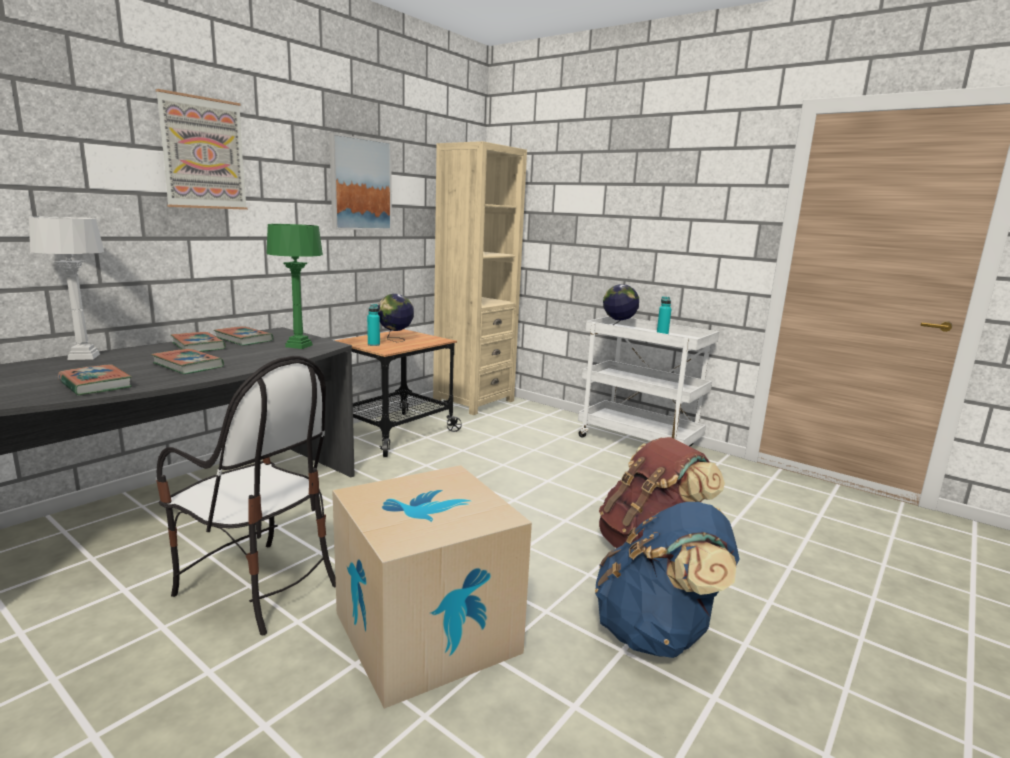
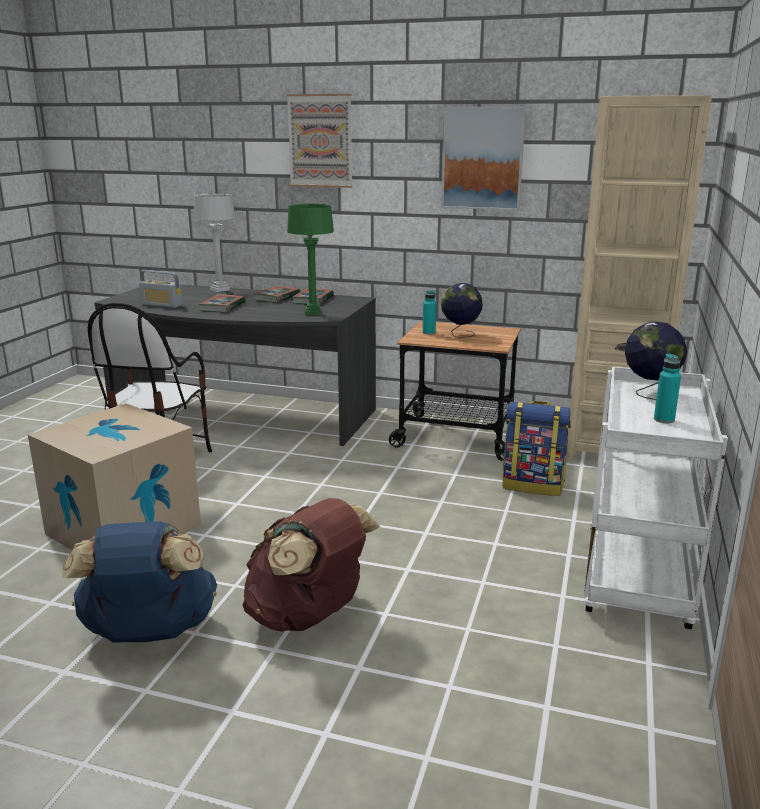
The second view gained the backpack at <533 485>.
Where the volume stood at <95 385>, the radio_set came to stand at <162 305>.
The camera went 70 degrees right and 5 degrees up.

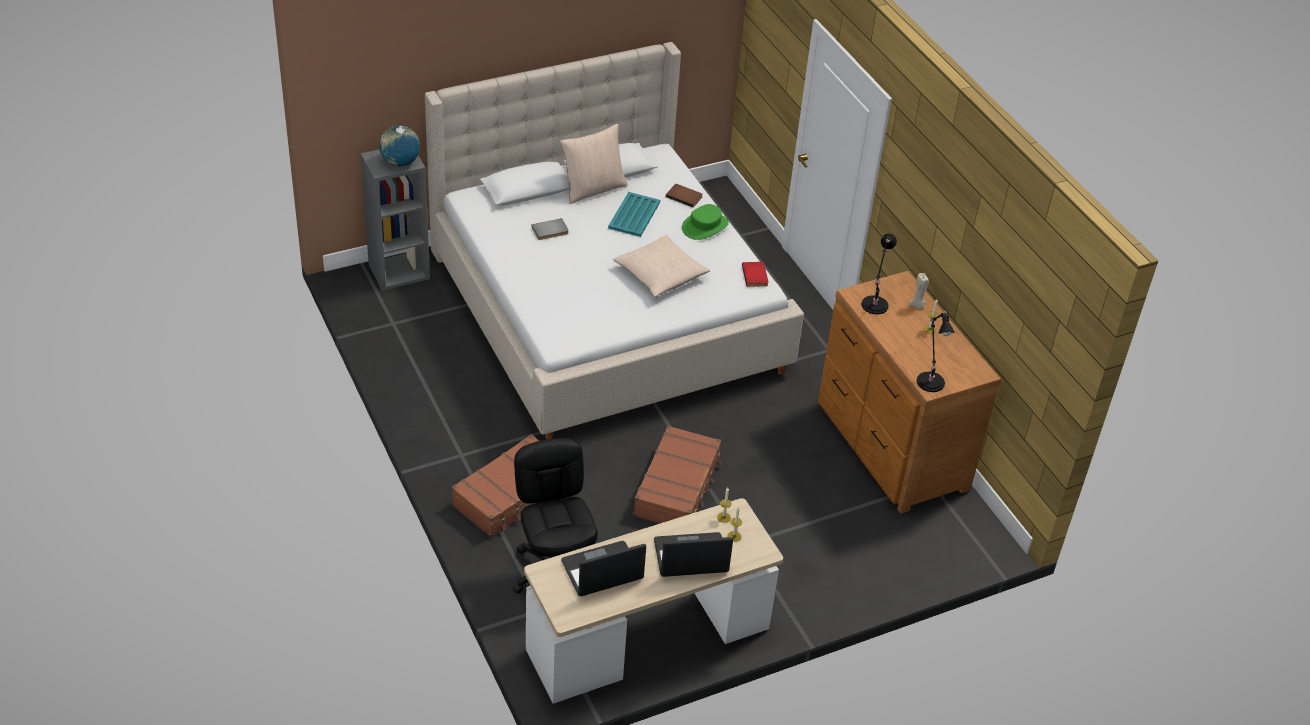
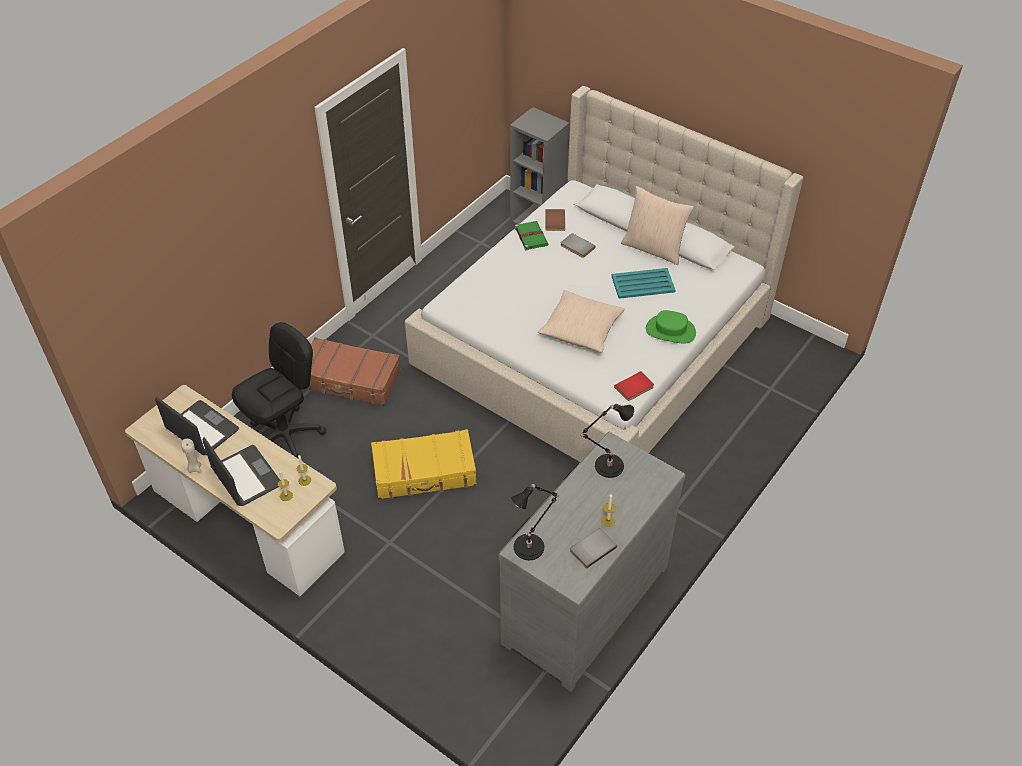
The second view lost the world_globe at <400 162>.
The second view gained the green_volume at <531 236>.
The second view gained the gray_volume at <592 548>.
The brown-coloured_volume ended up elsewhere, having gone from <684 196> to <556 221>.
The sand-coloured_wax_light ended up elsewhere, having gone from <917 305> to <194 468>.
What was the brown-coloured_suitcase at <678 487> turned into the yellowish_suitcase at <424 472>.
What was the brown-coloured_drawer_chest at <889 446> turned into the gray_drawer_chest at <582 603>.
The camera went 65 degrees right and 5 degrees up.

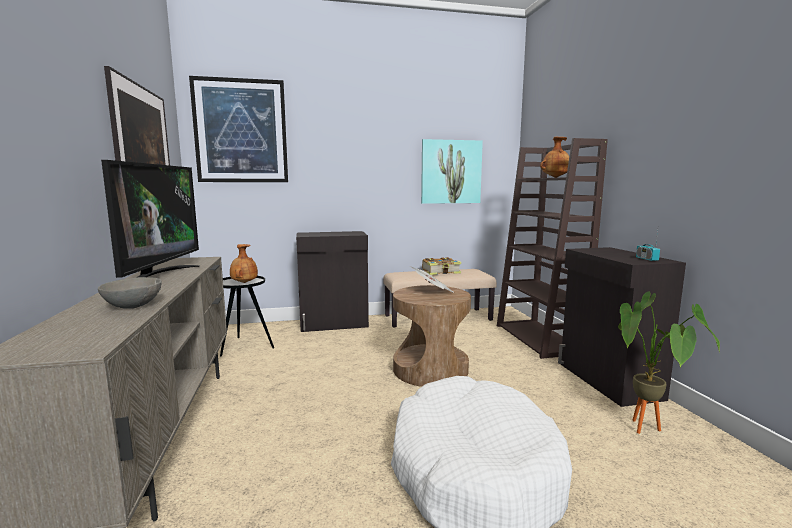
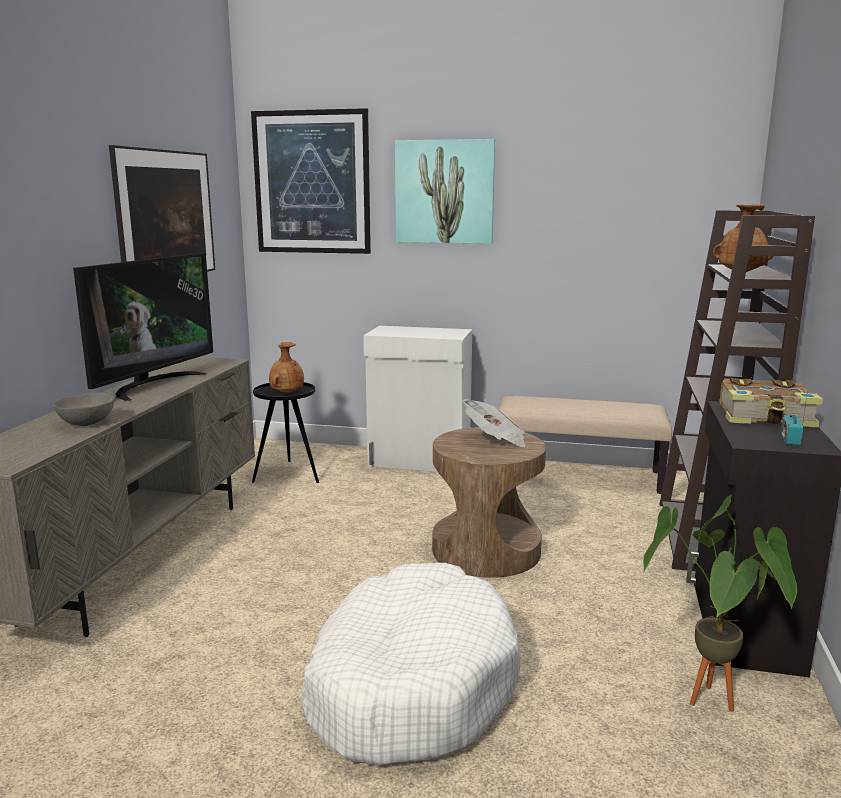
The wall_picture ended up elsewhere, having gone from <451 172> to <444 192>.
The volume ended up elsewhere, having gone from <441 272> to <766 417>.
What was the blackish_cupboard at <334 324> turned into the white-coloured_cupboard at <419 461>.
The camera went 25 degrees right and 5 degrees up.

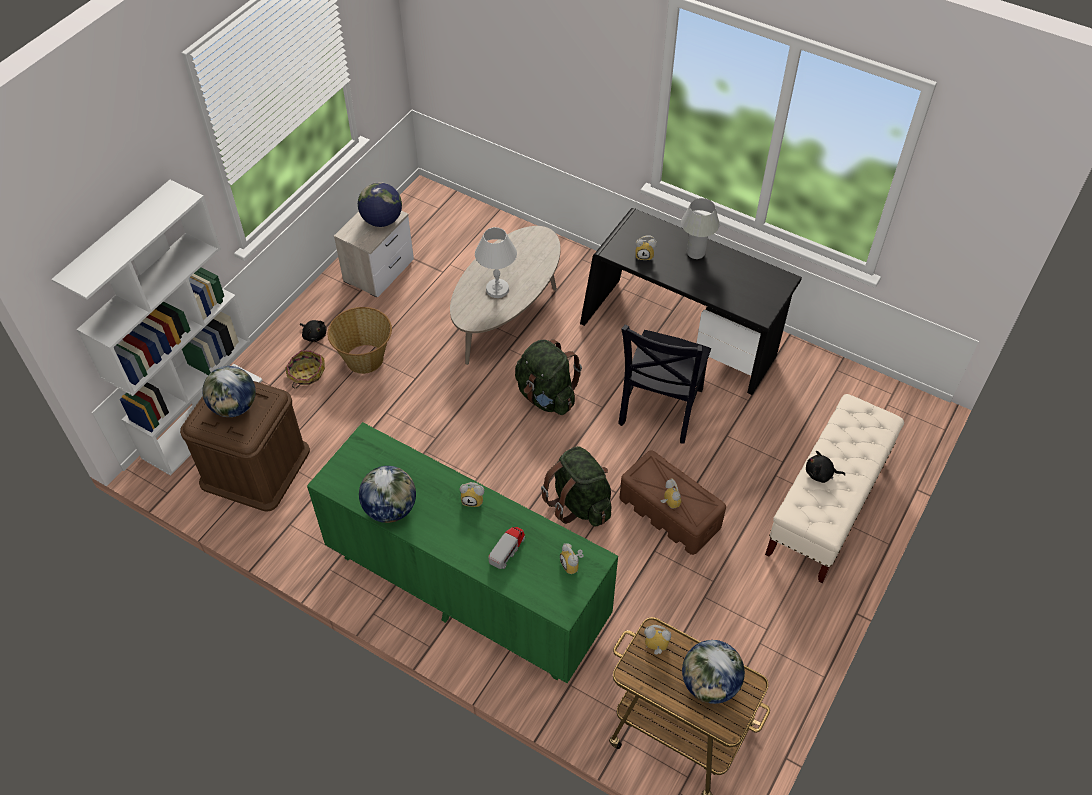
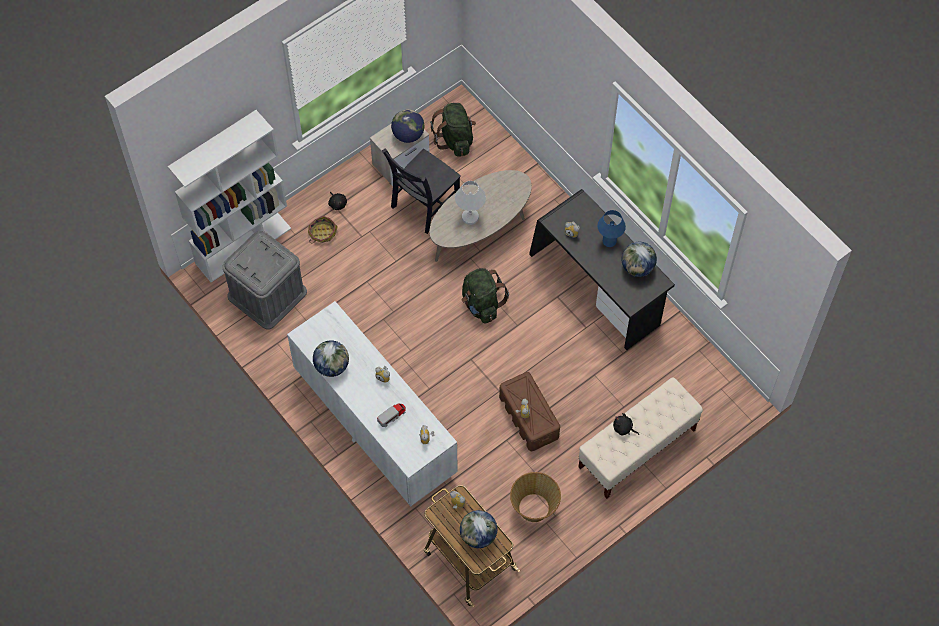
The world_globe ended up elsewhere, having gone from <235 407> to <637 267>.
The storage_basket ended up elsewhere, having gone from <365 359> to <534 508>.
The green_backpack ended up elsewhere, having gone from <579 503> to <455 139>.
The blackish_chair ended up elsewhere, having gone from <659 409> to <423 205>.
What was the brown-coloured_storage_container at <255 467> turned into the gray_storage_container at <267 294>.
What was the green_drawer_chest at <466 589> turned into the white-coloured_drawer_chest at <374 424>.
What was the white-coloured_tabletop_lamp at <695 253> turned into the bluish_tabletop_lamp at <609 241>.
The camera went 20 degrees right and 10 degrees up.

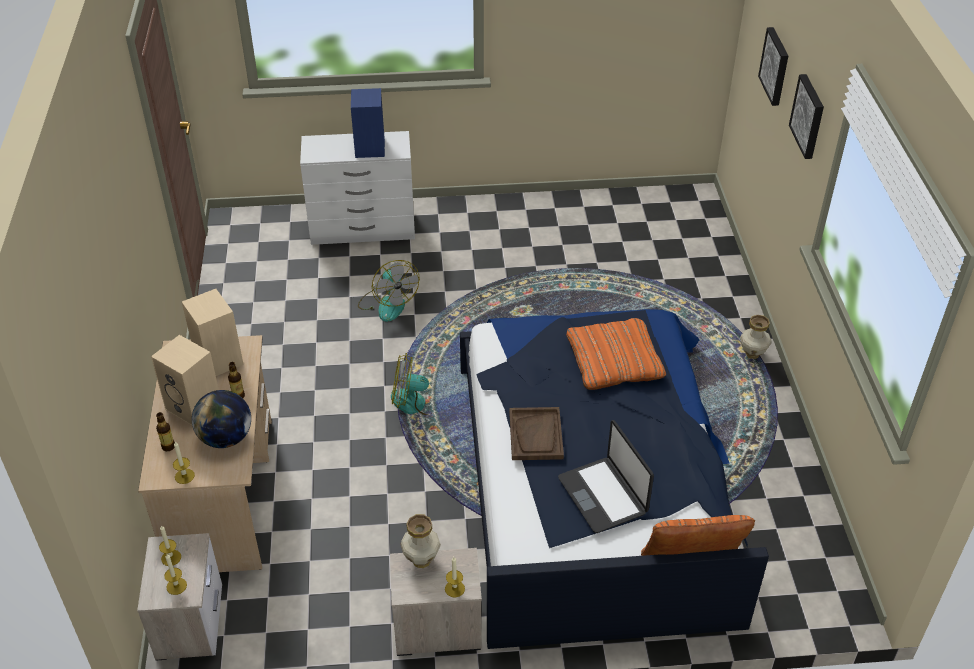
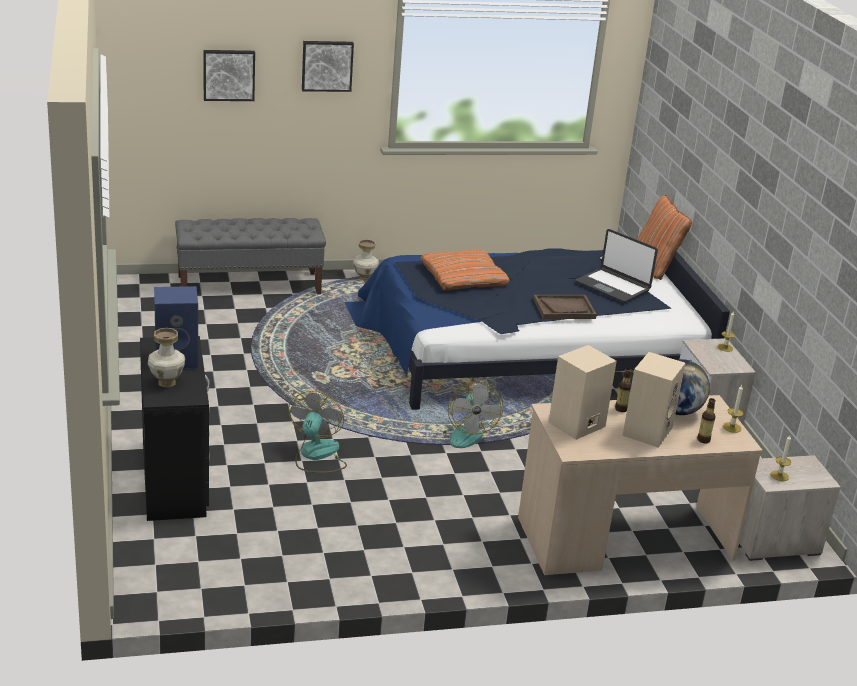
The second view lost the wax_light at <176 586>.
The second view gained the gray_indoor_bench at <249 285>.
The decorative_vase ended up elsewhere, having gone from <422 560> to <166 382>.
What was the white-coloured_drawer_chest at <363 229> turned into the blackish_drawer_chest at <175 479>.
The fan at <387 303> ended up facing another way, 45 degrees counterclockwise from before.
The notebook_computer at <603 495> ended up facing another way, 75 degrees clockwise from before.
The camera went 100 degrees left and 15 degrees down.

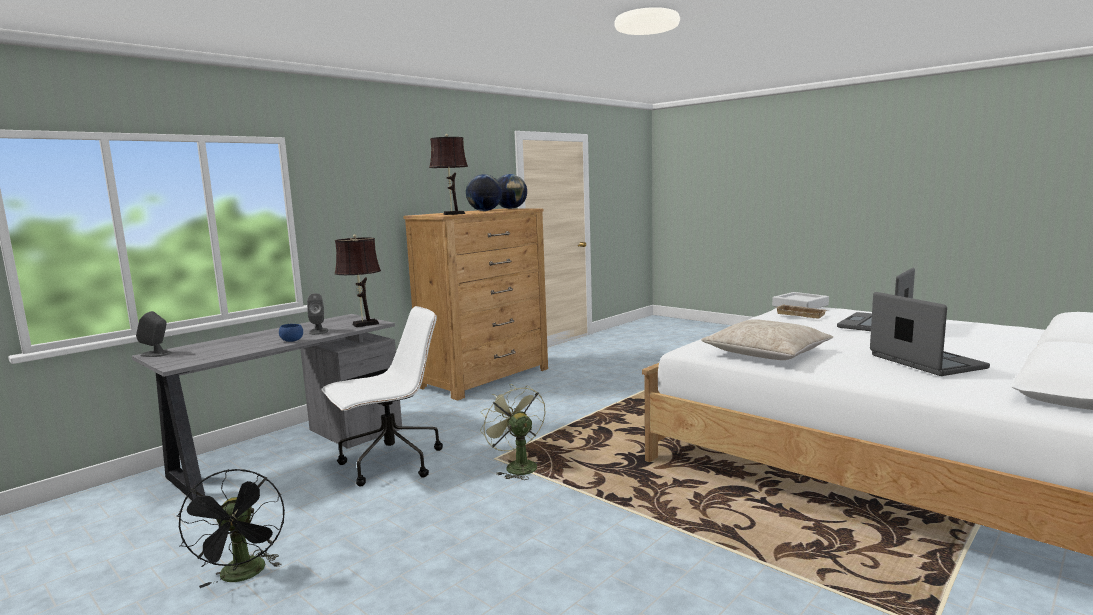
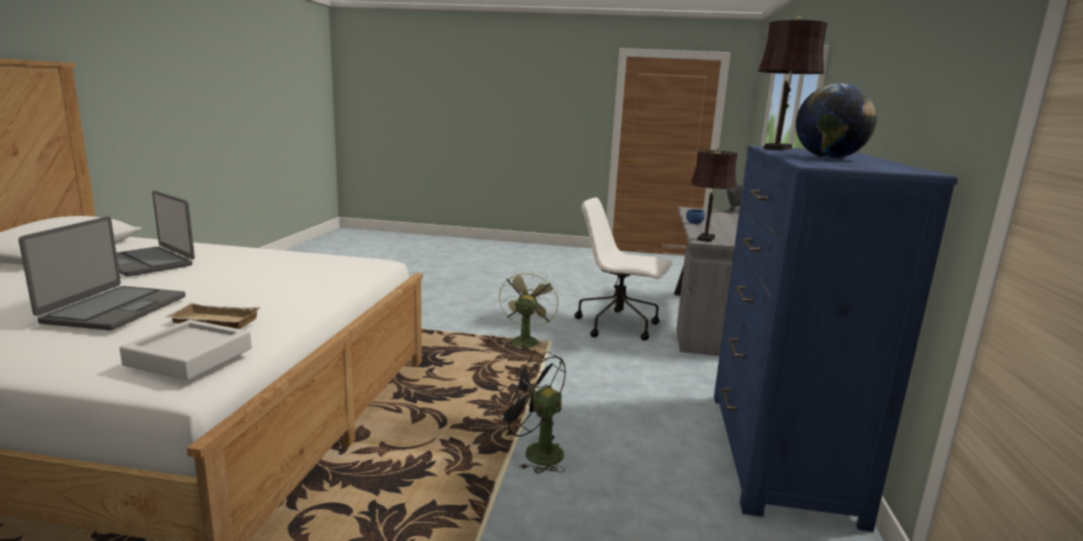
The second view lost the gray_loudspeaker at <318 331>.
The second view lost the world_globe at <511 208>.
The second view lost the sand-coloured_pillow at <766 353>.
The blackish_fan ended up elsewhere, having gone from <244 576> to <535 452>.
What was the brown-coloured_drawer_chest at <486 378> turned into the bluish_drawer_chest at <778 452>.
The white-coloured_desk_chair at <390 464> ended up facing another way, 90 degrees clockwise from before.
The green_fan at <516 466> ended up facing another way, 105 degrees counterclockwise from before.
The camera went 145 degrees right and 5 degrees up.

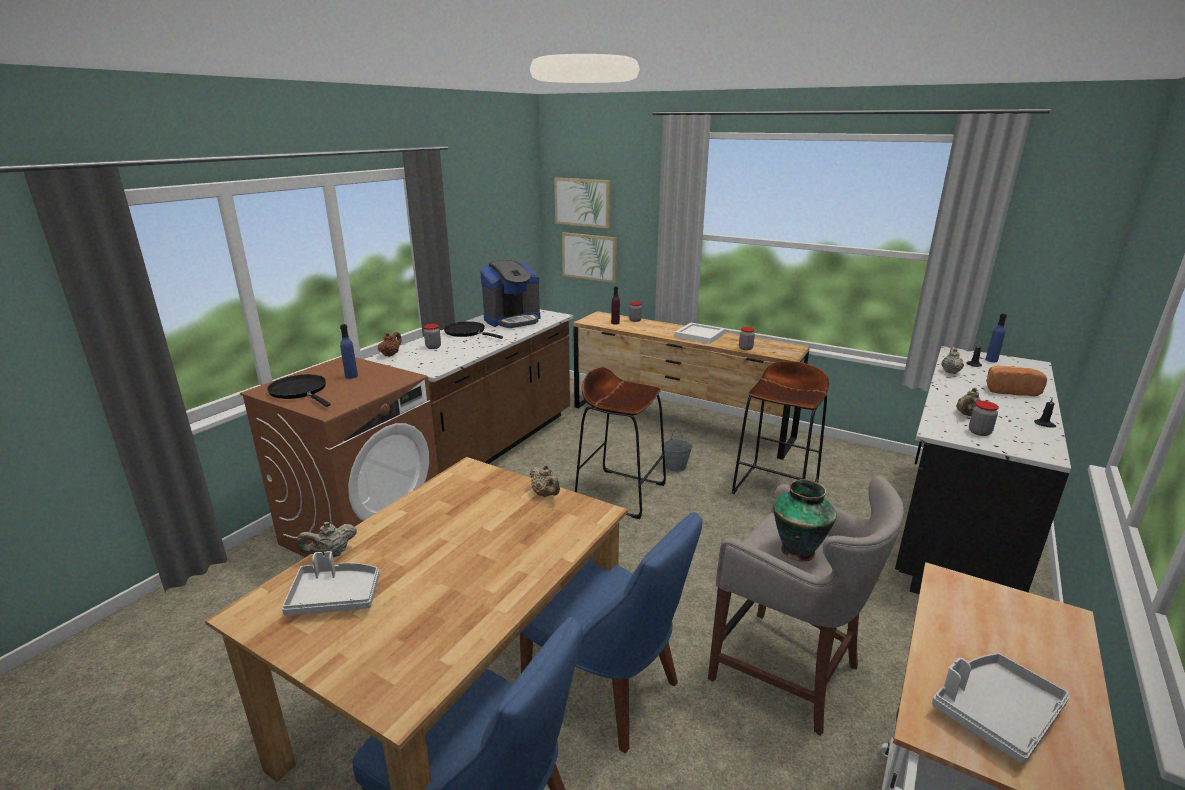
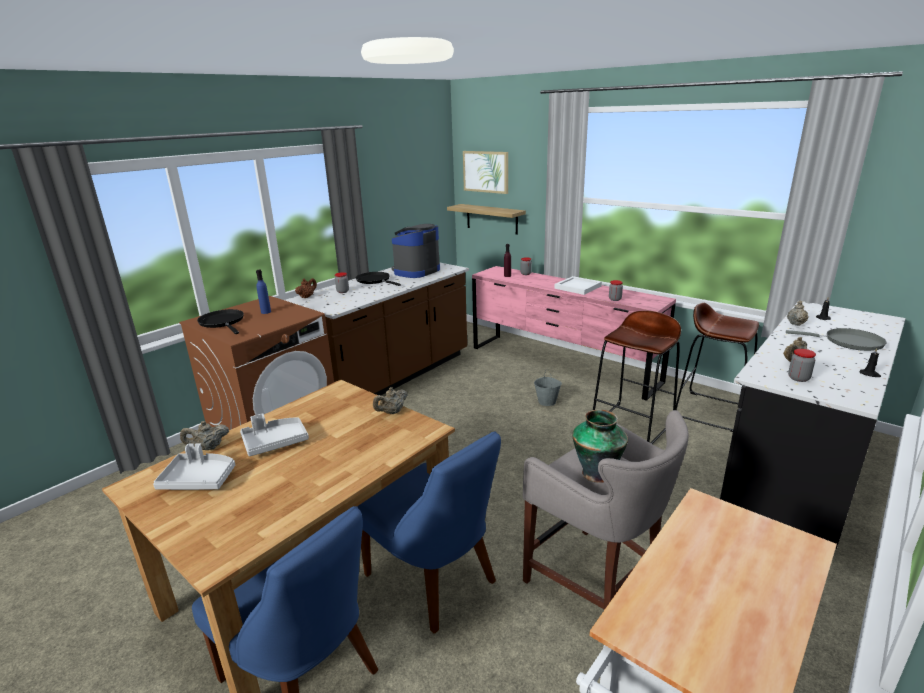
The second view lost the bluish_bottle at <991 360>.
The brown-coloured_sitting_stool ended up elsewhere, having gone from <620 493> to <712 411>.
The gray_tray ended up elsewhere, having gone from <995 713> to <275 442>.
Where the wall_picture hung at <589 257>, the wall_shelf came to hang at <492 219>.
Where the bread stood at <1010 390>, the gray_pan came to stand at <849 342>.
What was the brown-coloured_drawer_chest at <679 422> turned into the pink_drawer_chest at <561 364>.
The coffee_brewer at <512 320> ended up facing another way, 150 degrees clockwise from before.
The sand-coloured_pot_for_tea at <546 494> ended up facing another way, 75 degrees clockwise from before.
The camera went 10 degrees right and 0 degrees up.

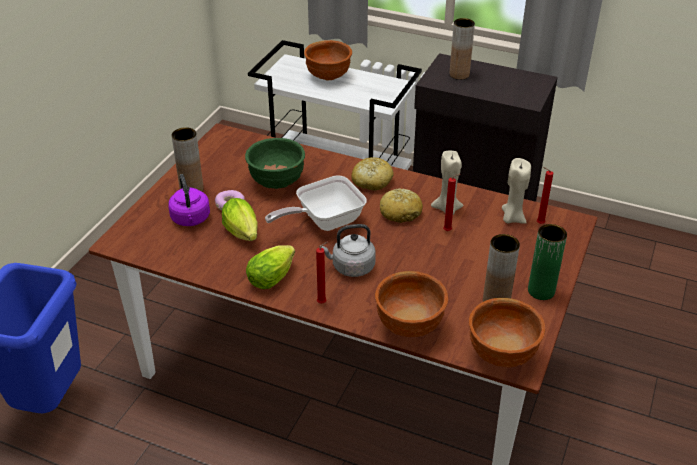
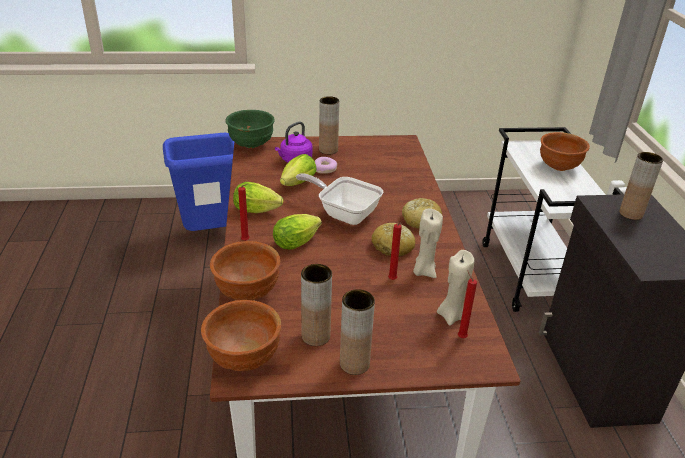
The green_serving_bowl ended up elsewhere, having gone from <276 182> to <252 145>.
Where the gray_water_kettle stood at <351 267>, the head_of_lettuce came to stand at <298 242>.
What was the green_decorative_vase at <541 291> turned into the brown-coloured_decorative_vase at <354 364>.
The camera went 60 degrees right and 5 degrees down.

